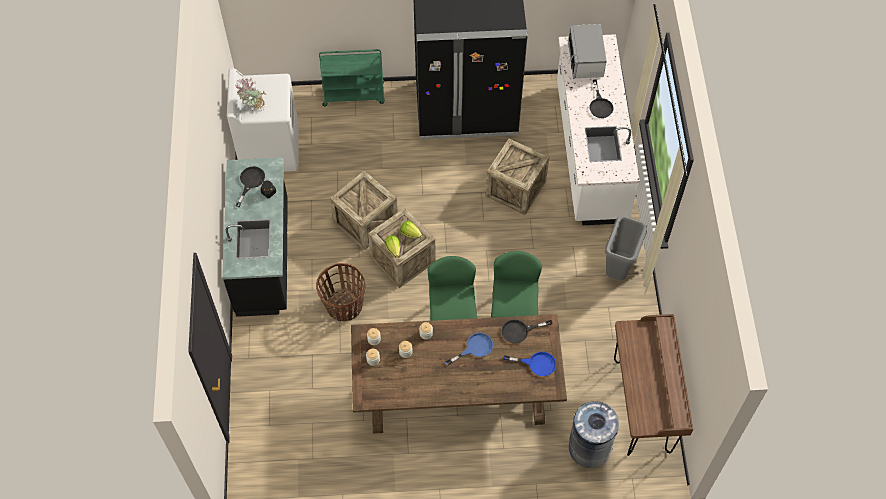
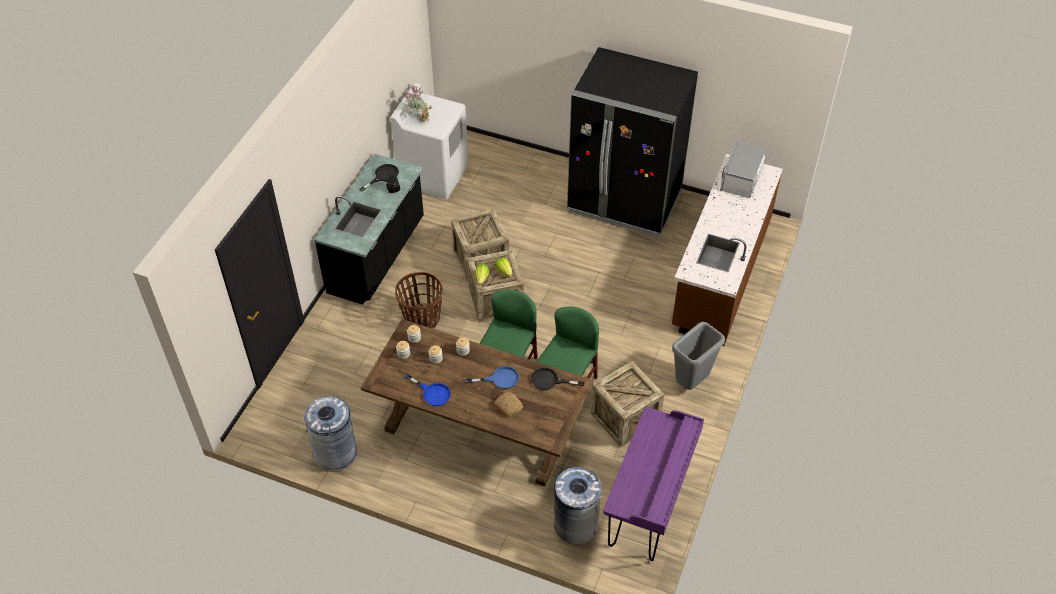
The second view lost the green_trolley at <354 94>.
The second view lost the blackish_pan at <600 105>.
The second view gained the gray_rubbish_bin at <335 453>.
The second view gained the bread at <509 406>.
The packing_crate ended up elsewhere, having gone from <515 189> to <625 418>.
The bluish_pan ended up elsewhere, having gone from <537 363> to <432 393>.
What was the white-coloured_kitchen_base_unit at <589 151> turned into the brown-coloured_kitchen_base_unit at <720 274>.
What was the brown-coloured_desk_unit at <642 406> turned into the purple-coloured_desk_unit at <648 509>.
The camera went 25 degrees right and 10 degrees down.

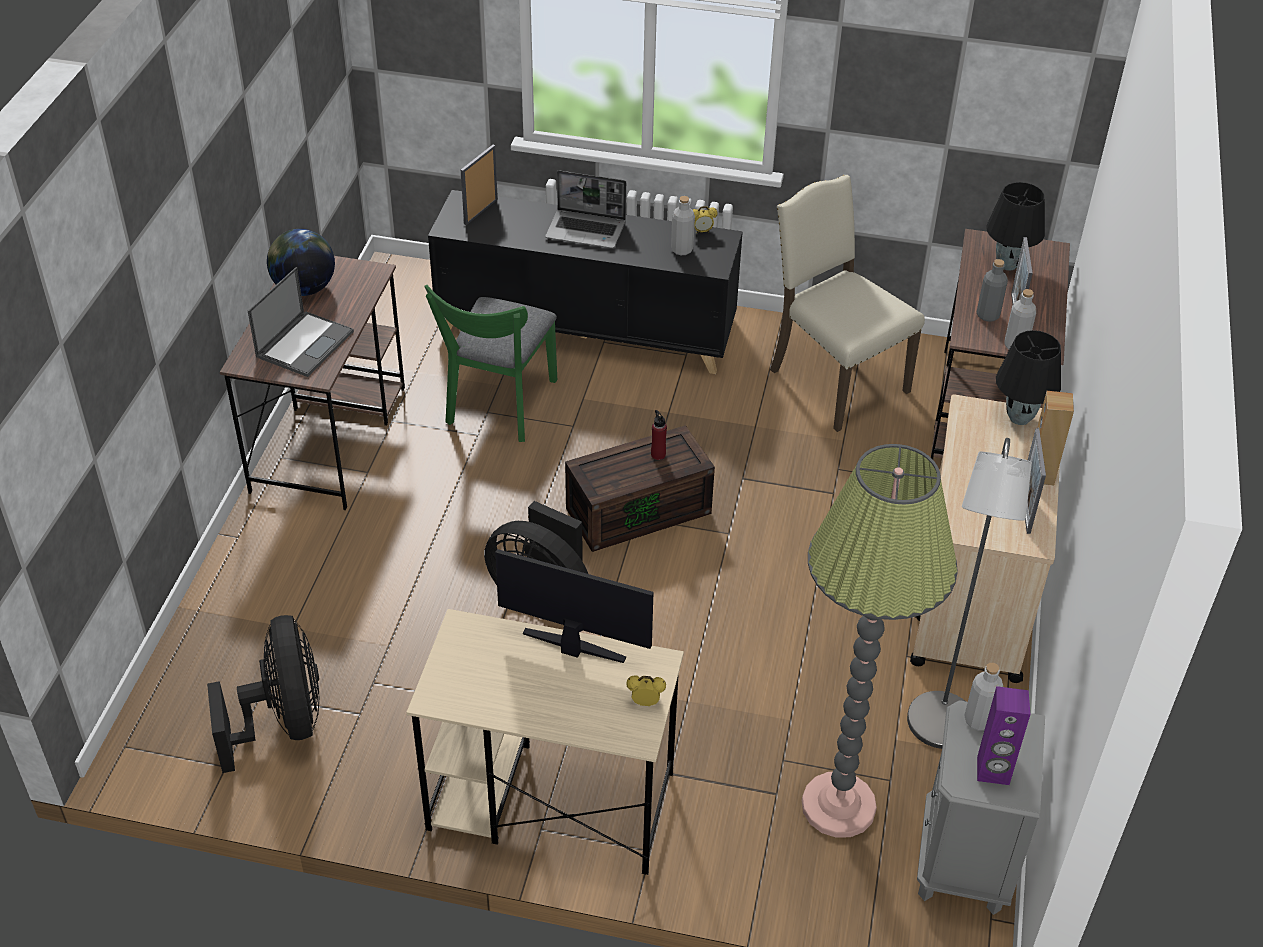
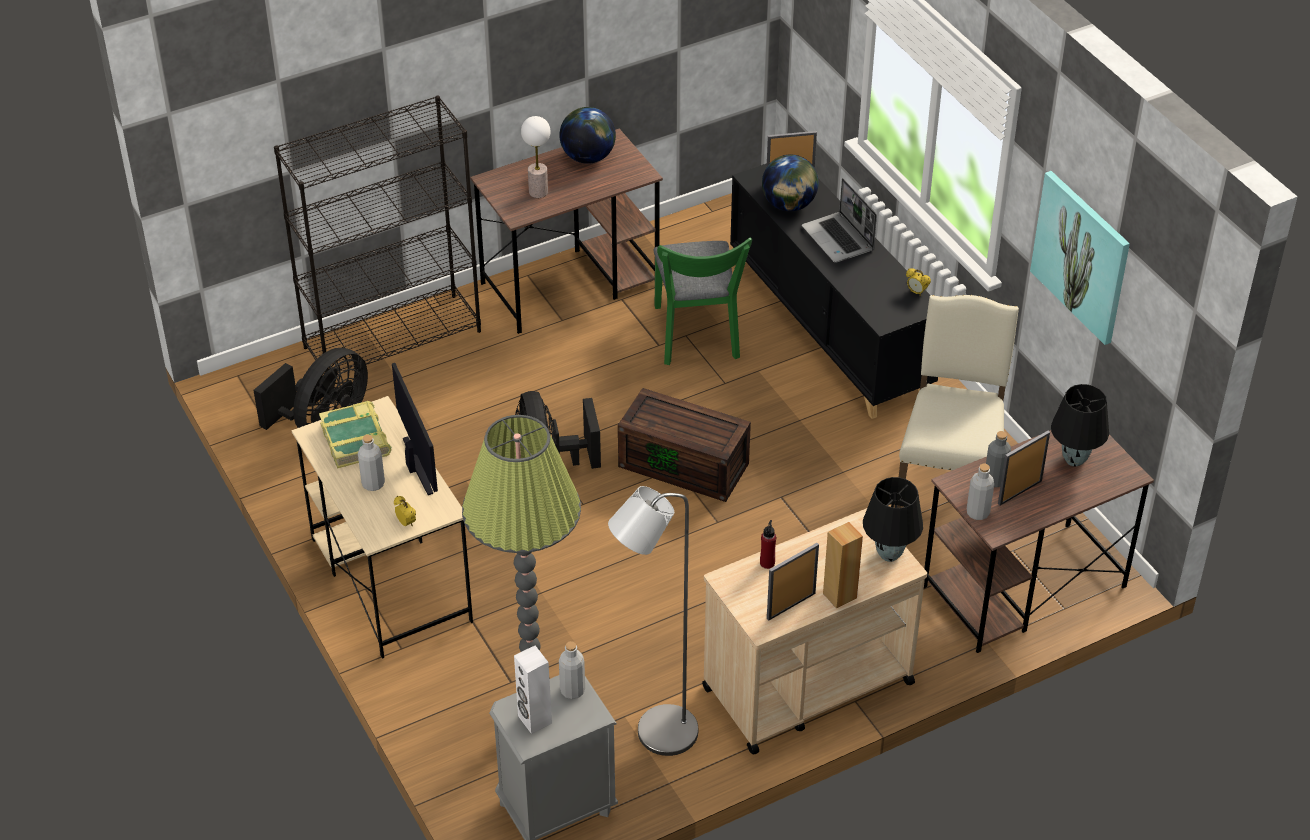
The second view gained the blackish_bookshelf at <393 338>.
The second view gained the volume at <356 439>.
The second view gained the world_globe at <789 205>.
The second view gained the wall_picture at <1081 256>.
The reddish_bottle ended up elsewhere, having gone from <658 454> to <767 563>.
The gray_bottle ended up elsewhere, having gone from <682 250> to <373 484>.
Where the notebook_computer stood at <305 343>, the tabletop_lamp came to stand at <538 192>.
What was the purple-coloured_loudspeaker at <993 771> turned into the white-coloured_loudspeaker at <534 720>.
The green_chair at <499 407> ended up facing another way, 75 degrees counterclockwise from before.
The camera went 50 degrees right and 0 degrees up.

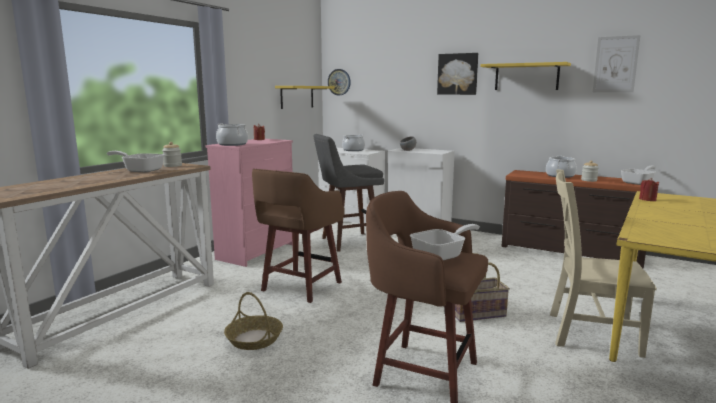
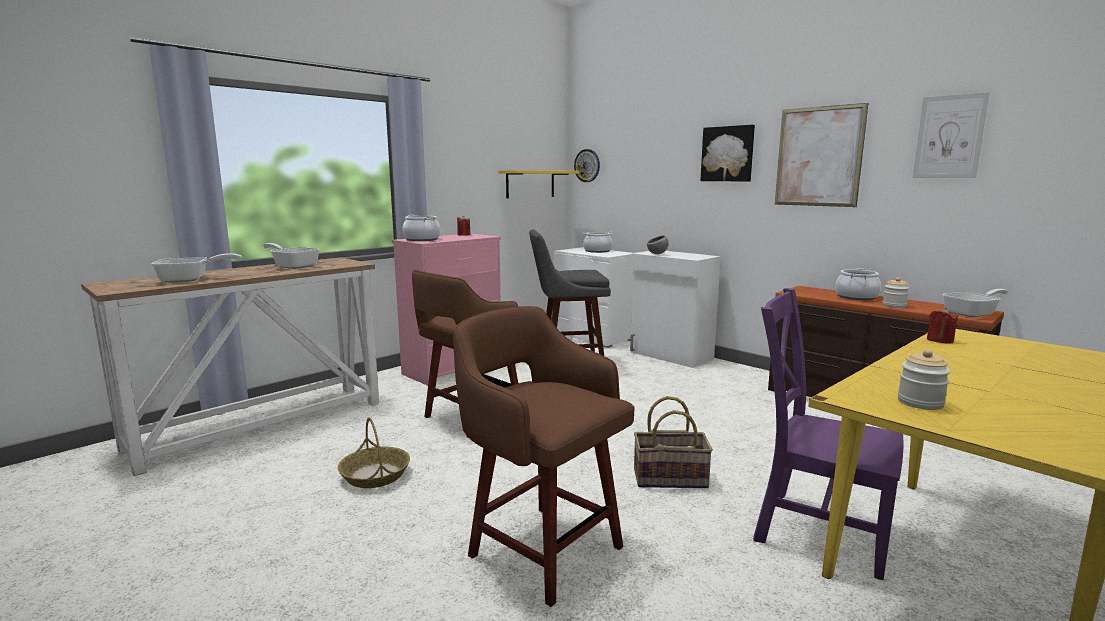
The jar ended up elsewhere, having gone from <172 165> to <920 403>.
The pan ended up elsewhere, having gone from <442 255> to <190 280>.
Where the yellowish_wall_shelf hung at <526 77>, the wall_picture came to hang at <818 157>.
What was the sand-coloured_chair at <588 333> turned into the purple-coloured_chair at <815 529>.
The camera went 15 degrees right and 0 degrees up.

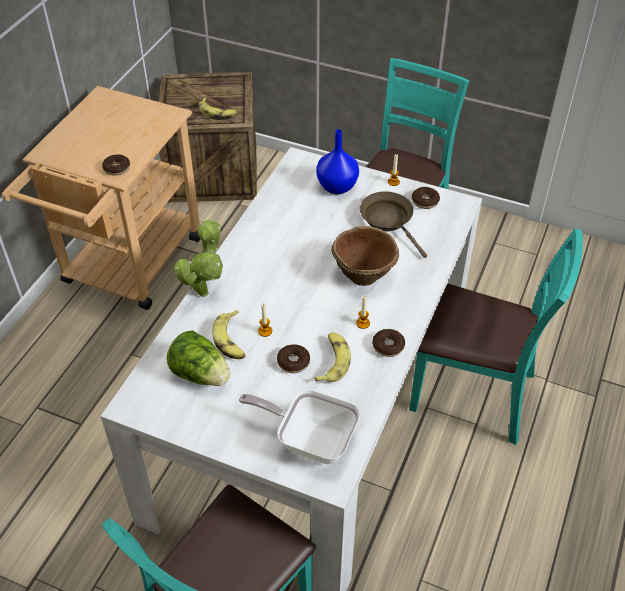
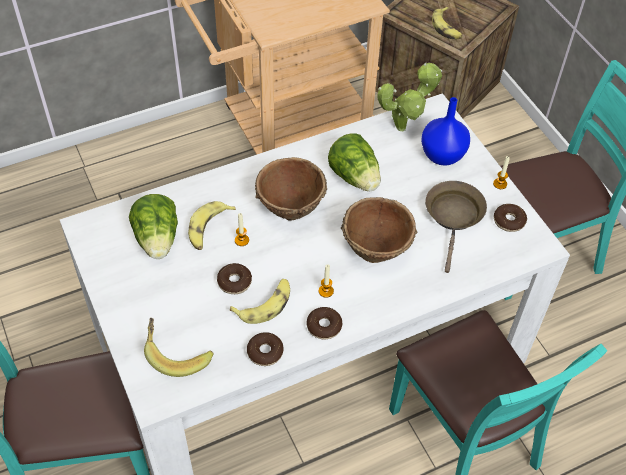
The second view gained the brown-coloured_serving_bowl at <290 208>.
The second view gained the head_of_lettuce at <355 177>.
The ring_doughnut ended up elsewhere, having gone from <117 168> to <265 352>.
The plant_in_a_pot ended up elsewhere, having gone from <205 290> to <404 126>.
Where the pan stood at <310 439>, the whole_banana came to stand at <177 354>.
The camera went 40 degrees right and 5 degrees up.

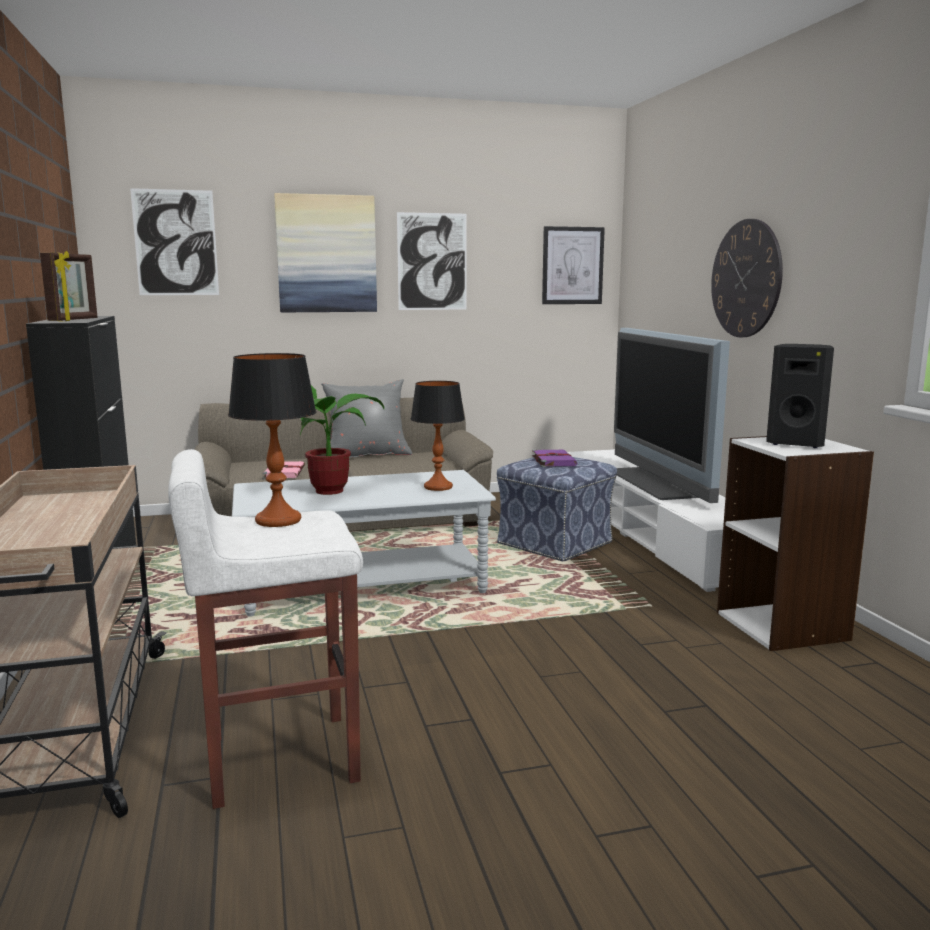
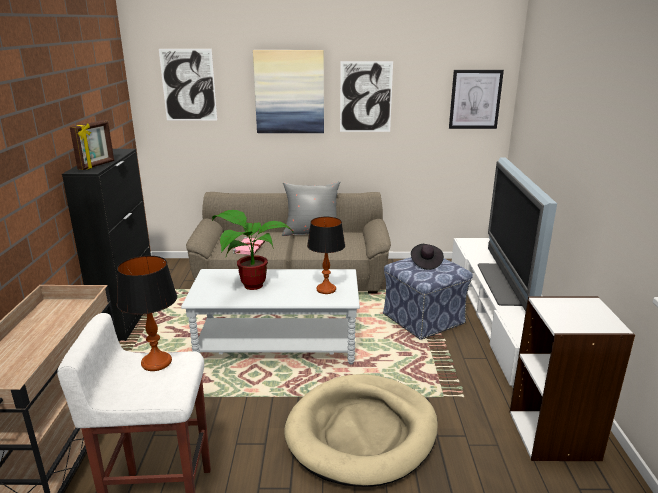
The second view lost the hanging_clock at <746 279>.
The second view lost the blackish_loudspeaker at <796 443>.
The second view gained the sand-coloured_pet_bed at <362 432>.
Where the purple-coloured_volume stood at <553 460>, the blackish_hat came to stand at <426 263>.
The camera went 15 degrees right and 10 degrees up.

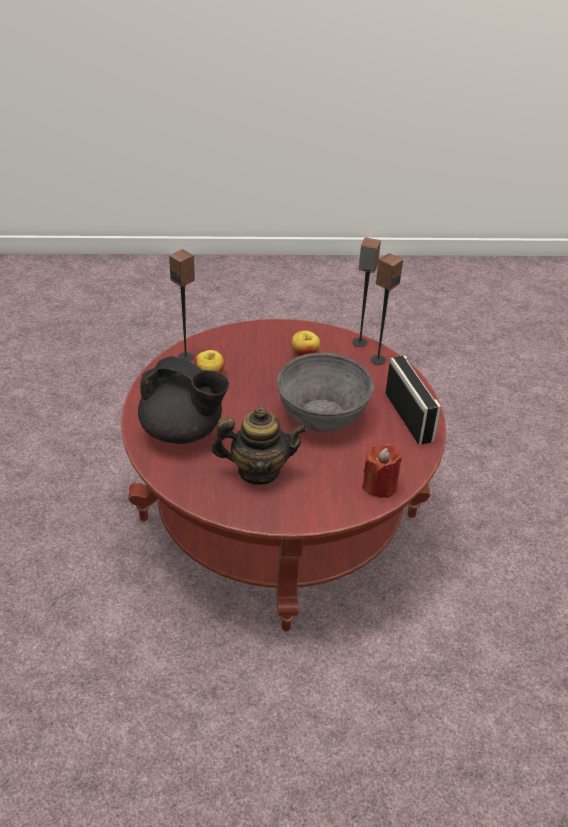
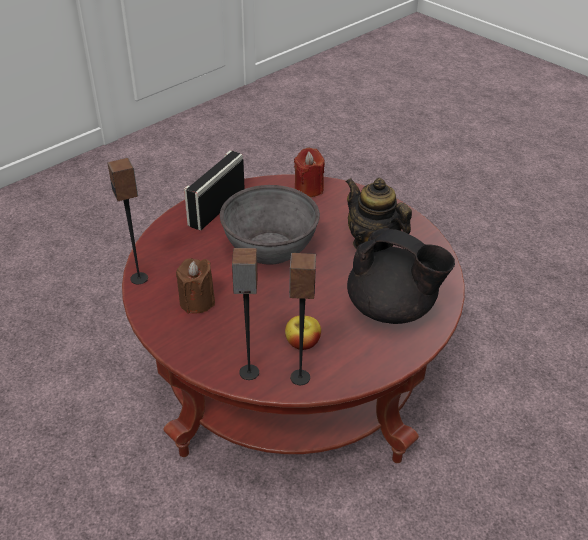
The loudspeaker ended up elsewhere, having gone from <377 360> to <249 372>.
Where the apple stood at <305 353>, the brown-coloured_wax_light came to stand at <197 301>.
The blackish_pot_for_tea at <183 431> ended up facing another way, 135 degrees clockwise from before.
The camera went 130 degrees left and 0 degrees up.

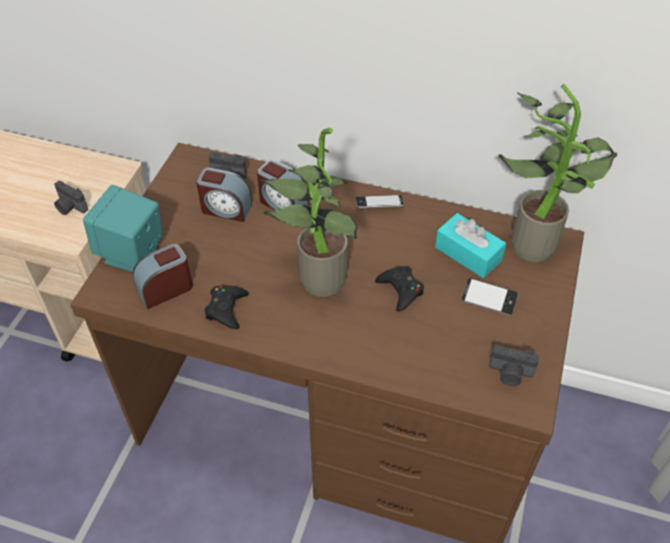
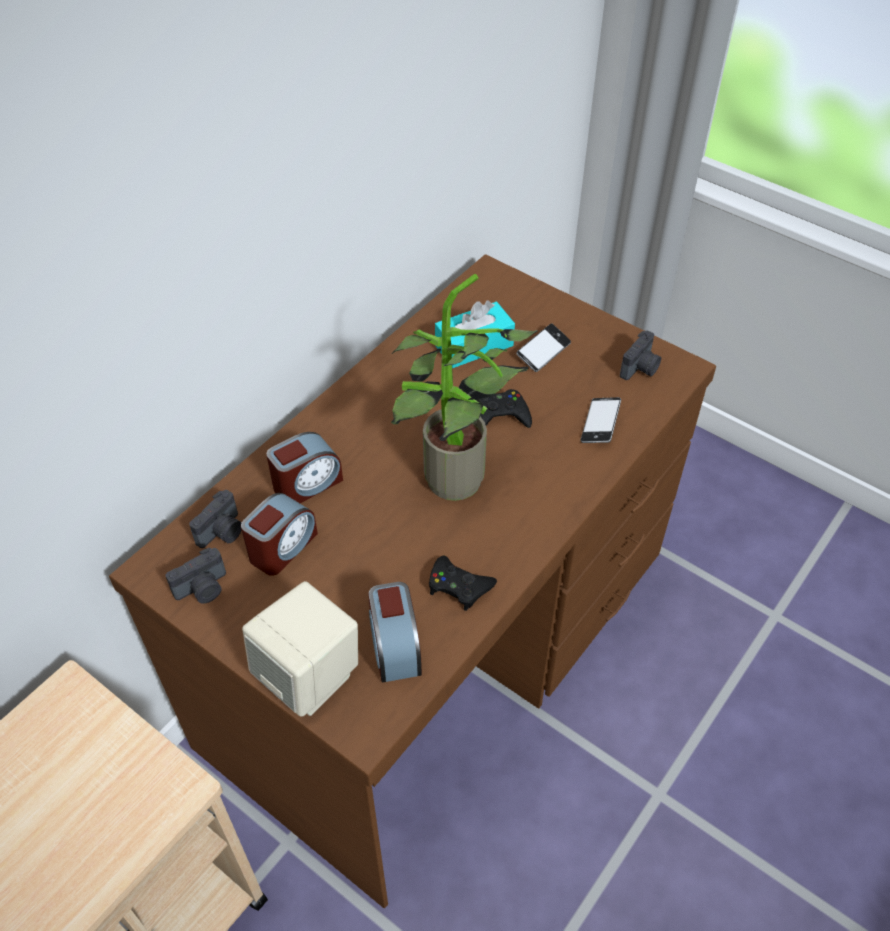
The second view lost the plant_in_a_pot at <537 242>.
The photo_camera ended up elsewhere, having gone from <70 207> to <203 589>.
The telephone ended up elsewhere, having gone from <379 204> to <600 424>.
What was the turquoise_loudspeaker at <132 253> turned into the sand-coloured_loudspeaker at <309 676>.
The camera went 70 degrees left and 0 degrees up.

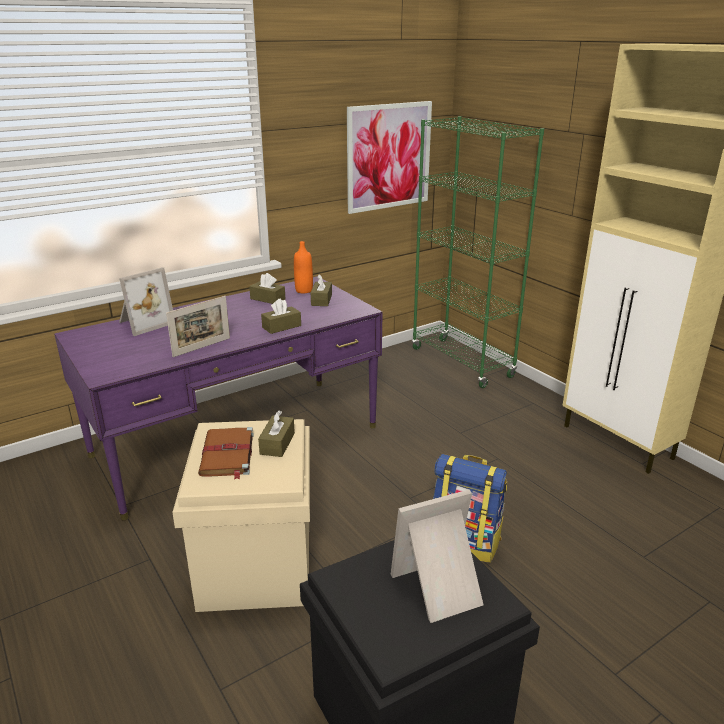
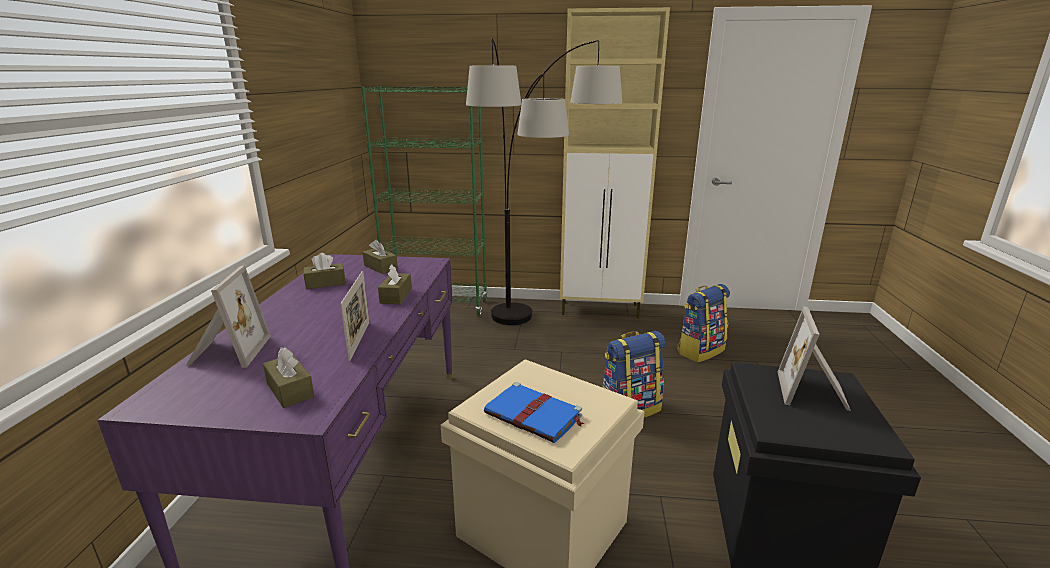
The second view lost the orange_bottle at <304 290>.
The second view lost the wall_picture at <389 156>.
The second view gained the standard_lamp at <532 338>.
The second view gained the backpack at <700 351>.
The brown-coloured_tissue_holder ended up elsewhere, having gone from <277 443> to <290 390>.
What was the brown-coloured_volume at <227 455> turned into the bluish_volume at <534 415>.
The camera went 50 degrees left and 5 degrees down.

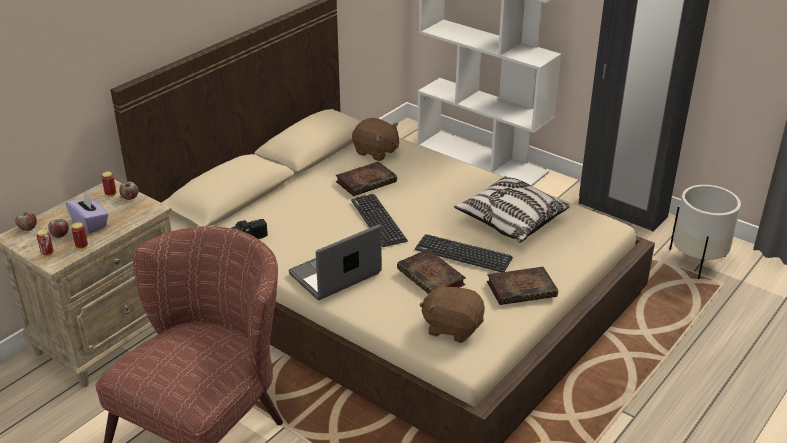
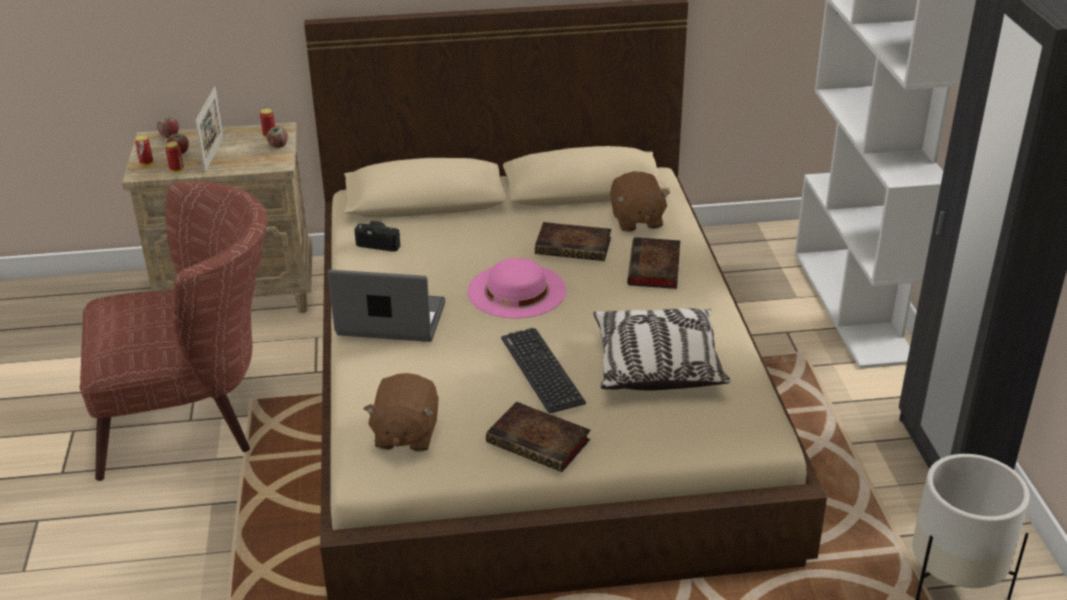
The volume ended up elsewhere, having gone from <432 278> to <655 269>.
Where the purple-coloured_tissue_holder stood at <90 224>, the picture_frame came to stand at <214 154>.
Where the computer_keyboard stood at <378 220>, the pink_hat came to stand at <517 290>.
The brown-coloured_plush_toy at <452 327> ended up facing another way, 150 degrees counterclockwise from before.
The camera went 45 degrees right and 0 degrees up.

